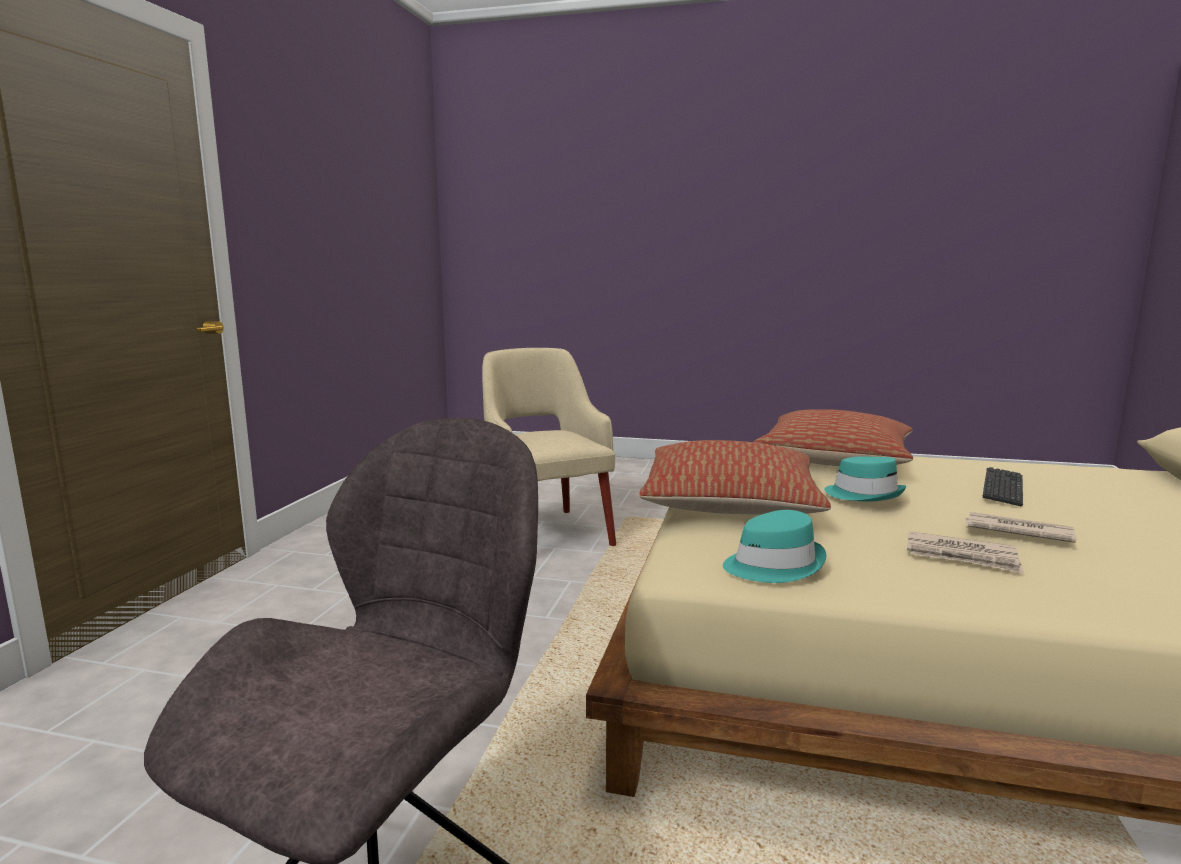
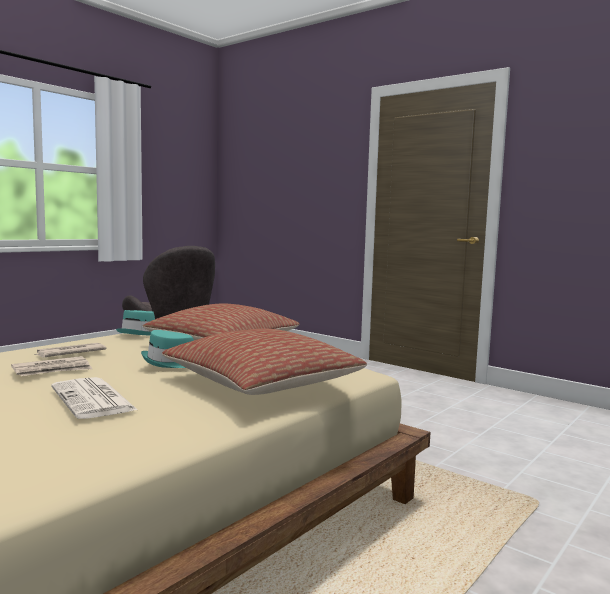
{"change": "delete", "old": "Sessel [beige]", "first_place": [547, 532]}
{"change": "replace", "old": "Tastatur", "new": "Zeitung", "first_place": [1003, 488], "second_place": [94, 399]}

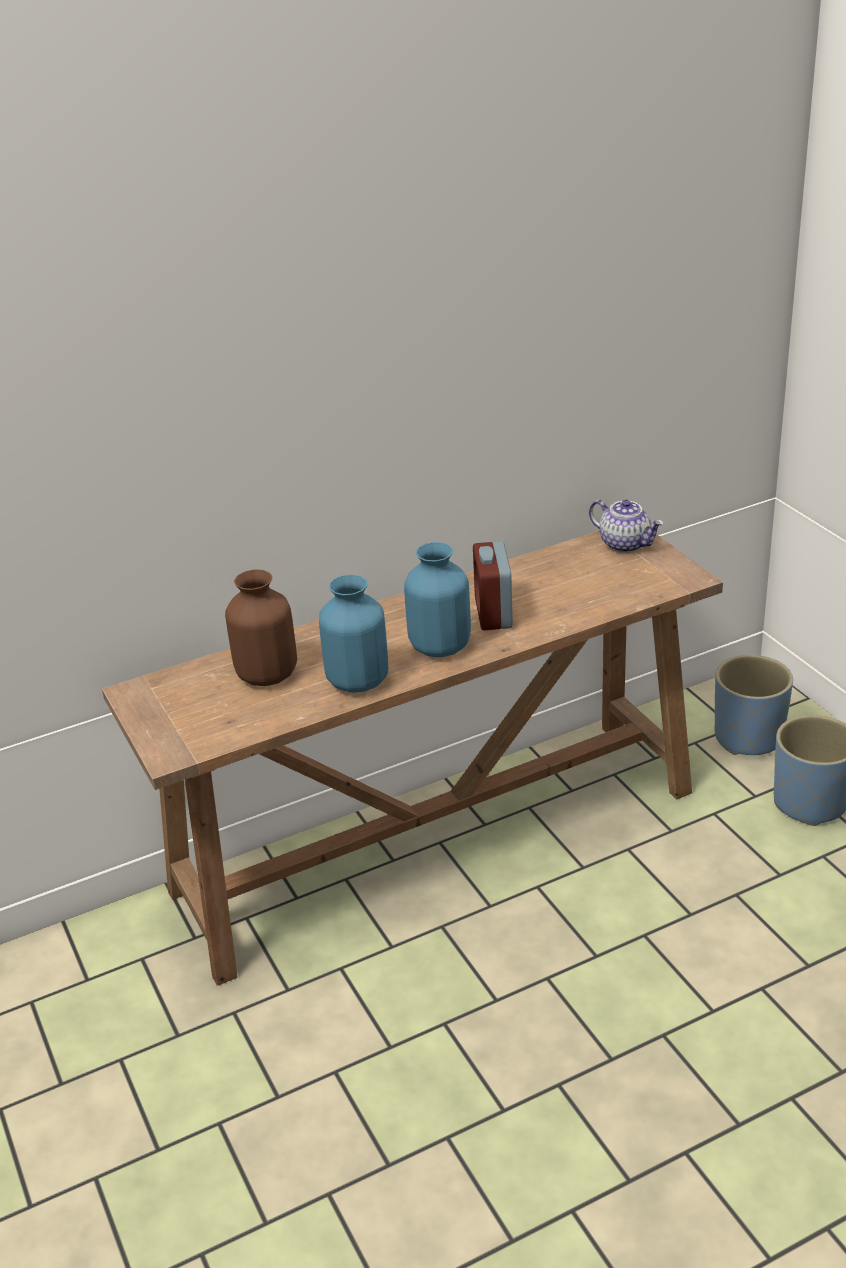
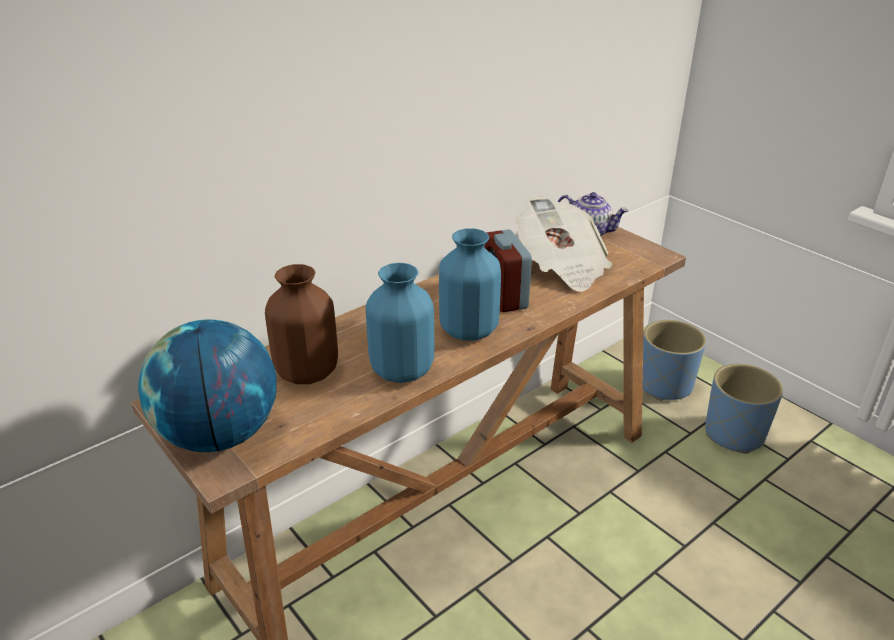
{"change": "insert", "new": "Zeitung", "second_place": [561, 267]}
{"change": "insert", "new": "Globus", "second_place": [220, 435]}

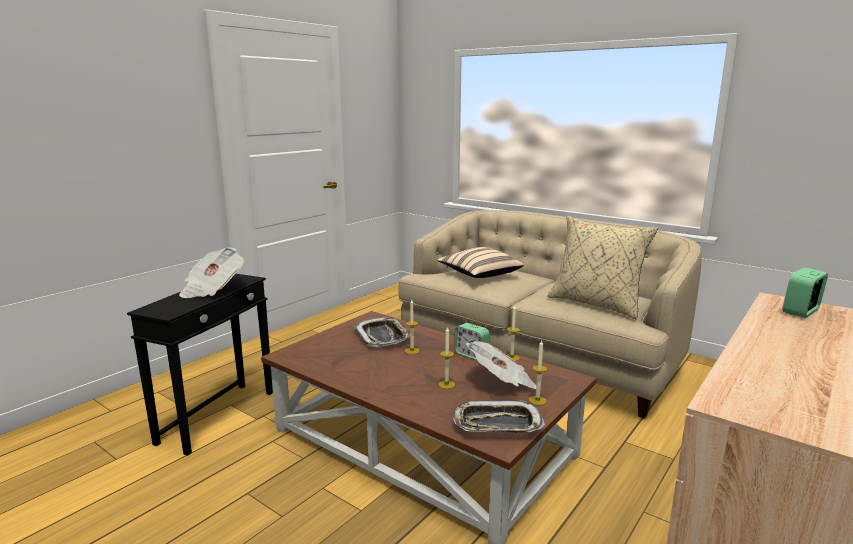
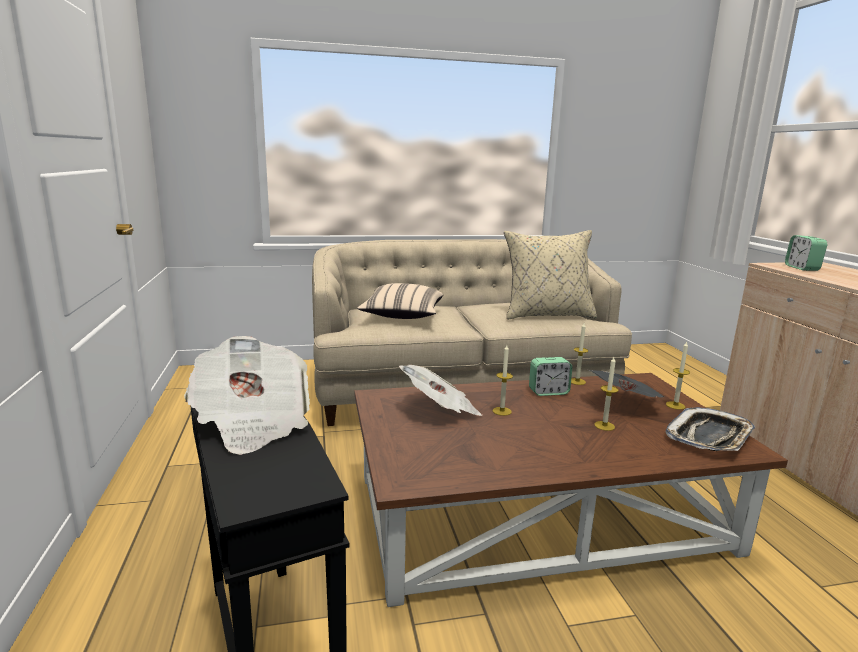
{"change": "replace", "old": "Tablett", "new": "Zeitung", "first_place": [383, 336], "second_place": [441, 410]}

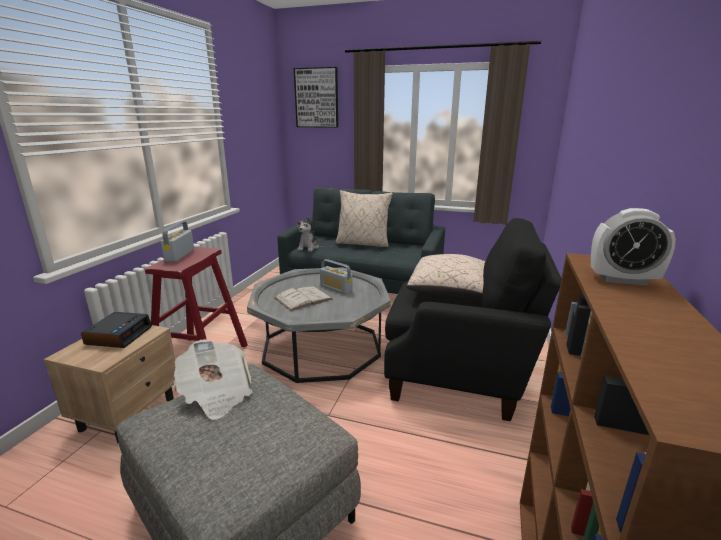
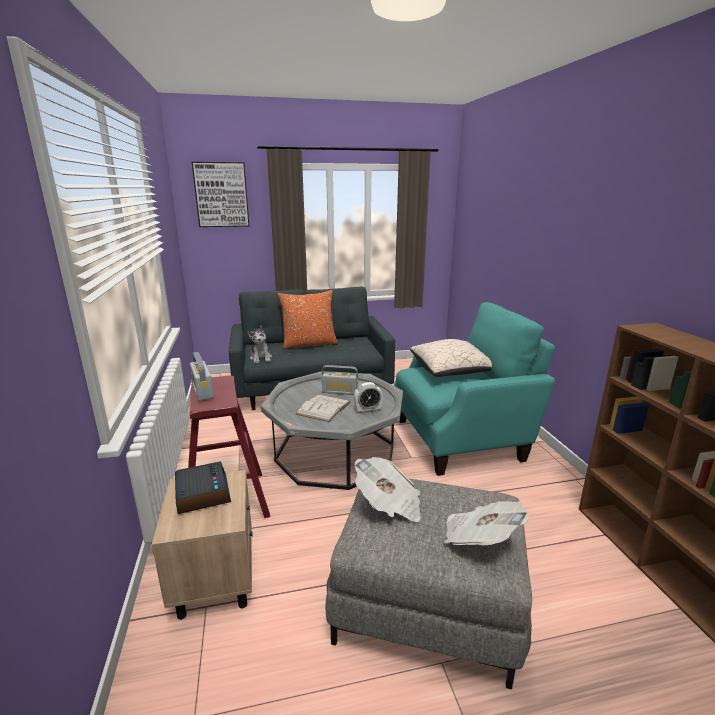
{"change": "recolor", "old": "Kissen [beige]", "new": "Kissen [orange]", "first_place": [363, 243], "second_place": [309, 344]}
{"change": "move", "old": "Wecker", "first_place": [622, 280], "second_place": [367, 410]}
{"change": "recolor", "old": "Sessel [schwarz]", "new": "Sessel [türkis]", "first_place": [458, 372], "second_place": [461, 439]}
{"change": "insert", "new": "Zeitung", "second_place": [480, 539]}

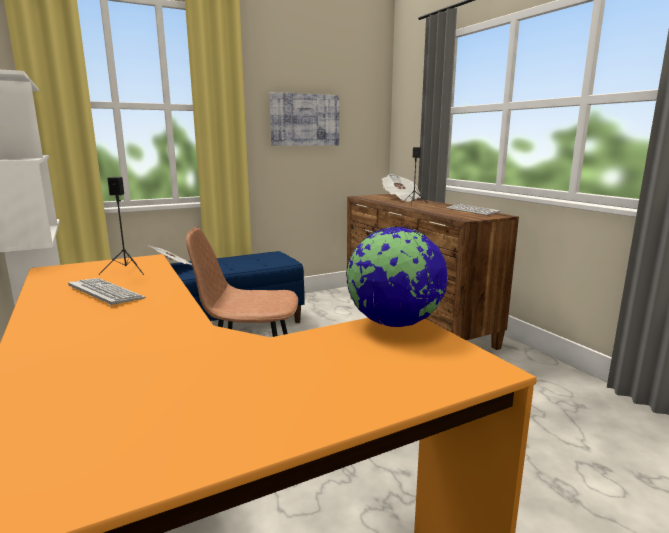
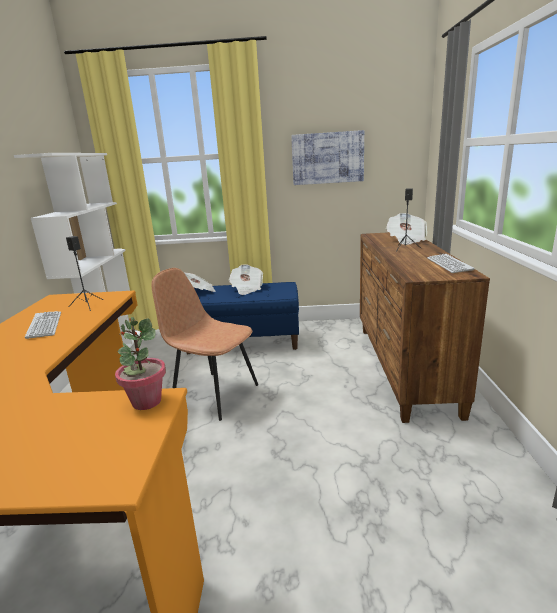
{"change": "replace", "old": "Globus", "new": "Topfpflanze", "first_place": [394, 323], "second_place": [146, 402]}
{"change": "insert", "new": "Zeitung", "second_place": [246, 289]}

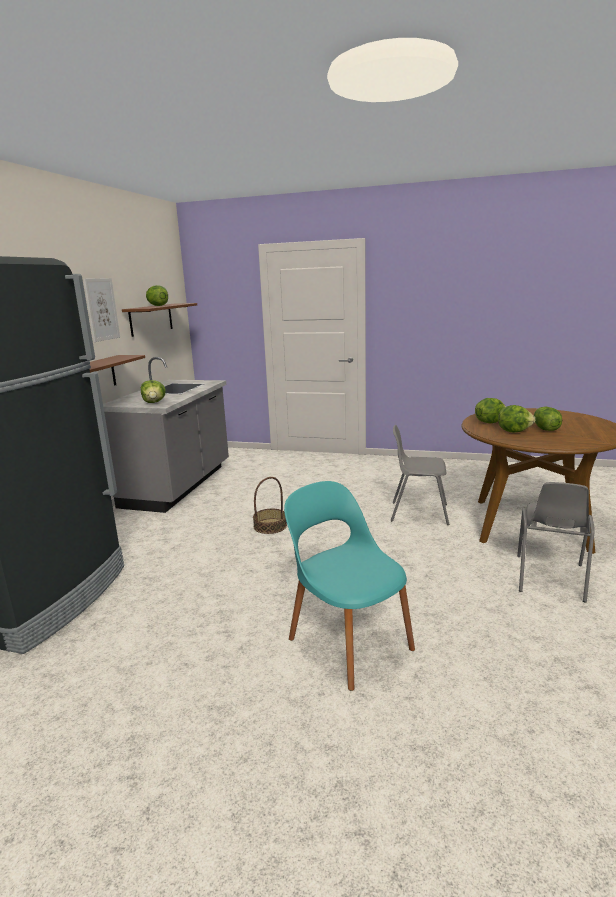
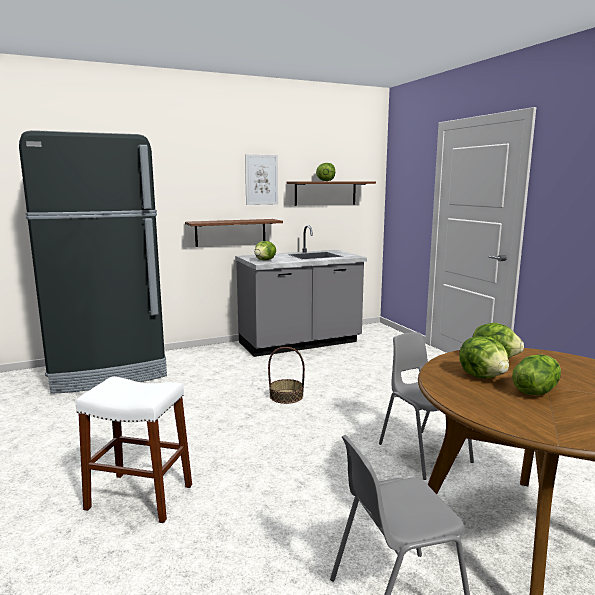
{"change": "replace", "old": "Stuhl [türkis]", "new": "Hocker [weiß]", "first_place": [348, 641], "second_place": [140, 497]}

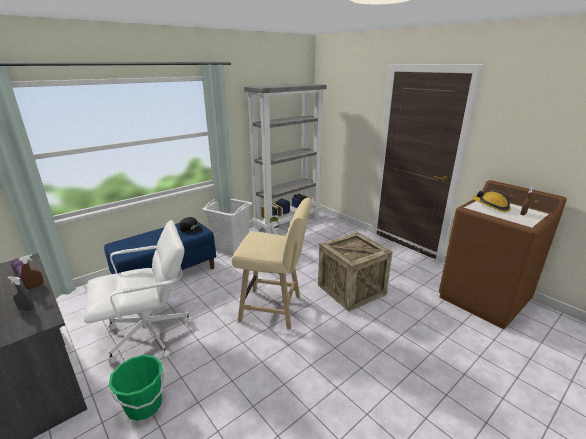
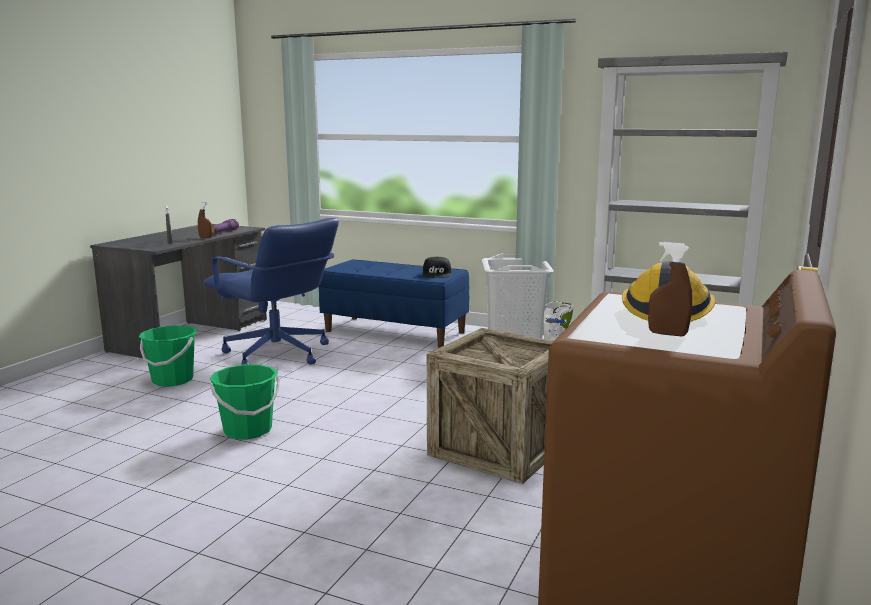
{"change": "delete", "old": "Hocker [beige]", "first_place": [274, 309]}
{"change": "recolor", "old": "Bürostuhl [weiß]", "new": "Bürostuhl [blau]", "first_place": [150, 334], "second_place": [277, 354]}
{"change": "insert", "new": "Eimer [grün]", "second_place": [248, 430]}

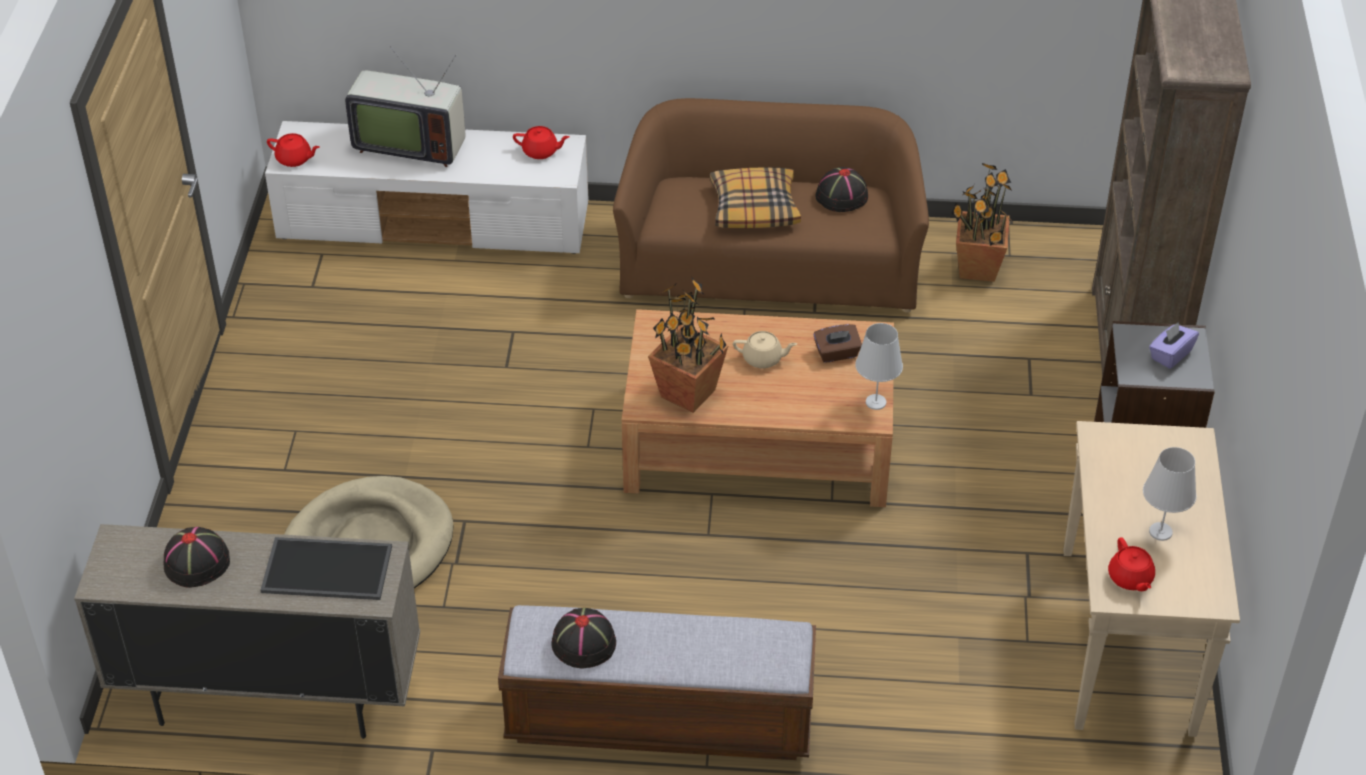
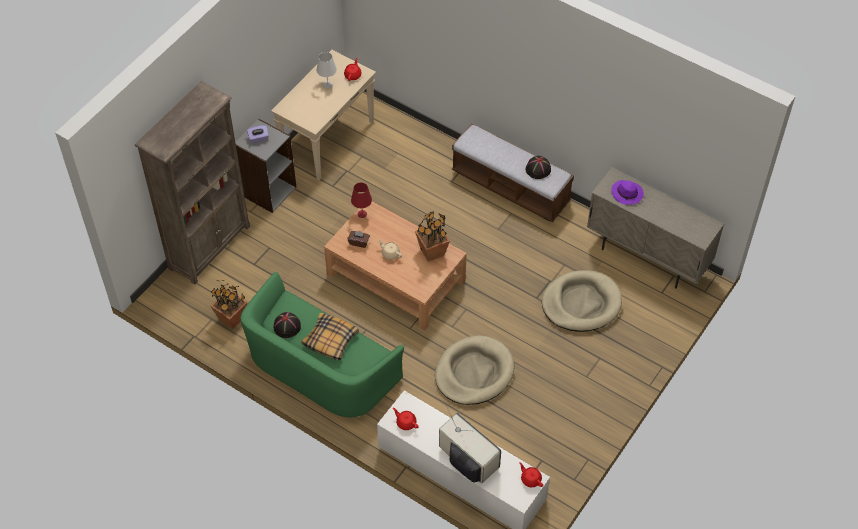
{"change": "recolor", "old": "Sofa [braun]", "new": "Sofa [grün]", "first_place": [770, 263], "second_place": [319, 368]}
{"change": "recolor", "old": "Tischlampe [weiß]", "new": "Tischlampe [rot]", "first_place": [876, 402], "second_place": [362, 214]}
{"change": "delete", "old": "Hut [schwarz]", "first_place": [197, 562]}
{"change": "replace", "old": "Tablett", "new": "Hut [lila]", "first_place": [325, 571], "second_place": [627, 194]}
{"change": "insert", "new": "Hundebett [beige]", "second_place": [474, 372]}

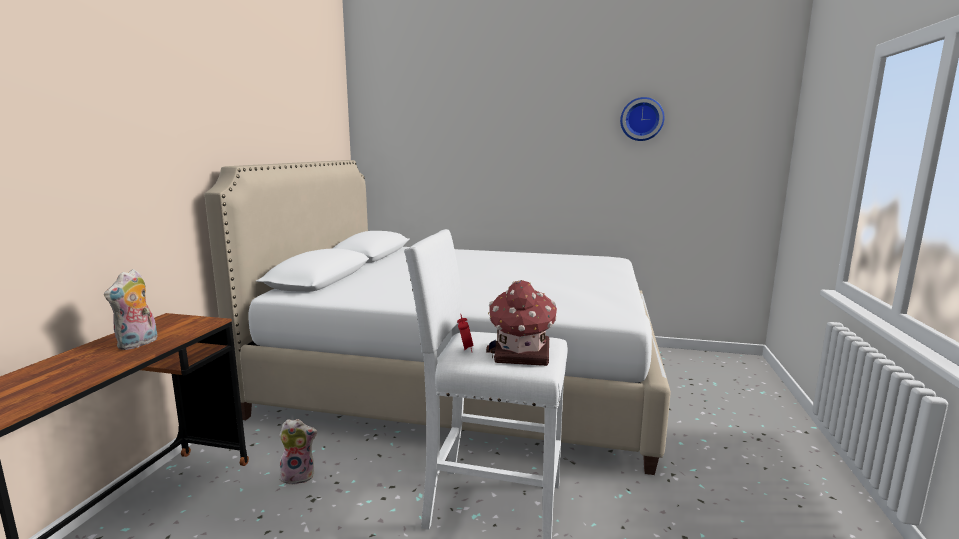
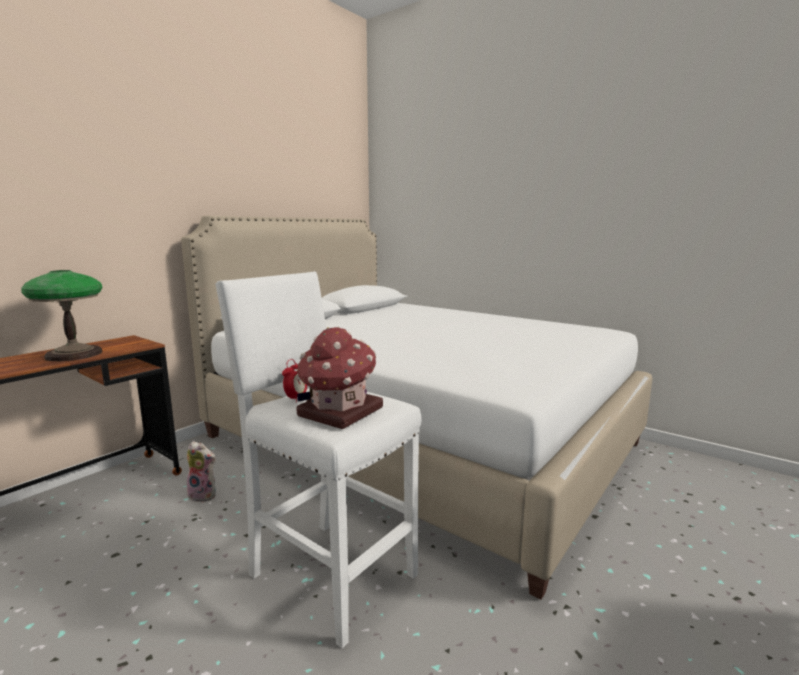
{"change": "delete", "old": "Wanduhr", "first_place": [641, 119]}
{"change": "replace", "old": "Plüschtier", "new": "Tischlampe", "first_place": [138, 344], "second_place": [74, 354]}

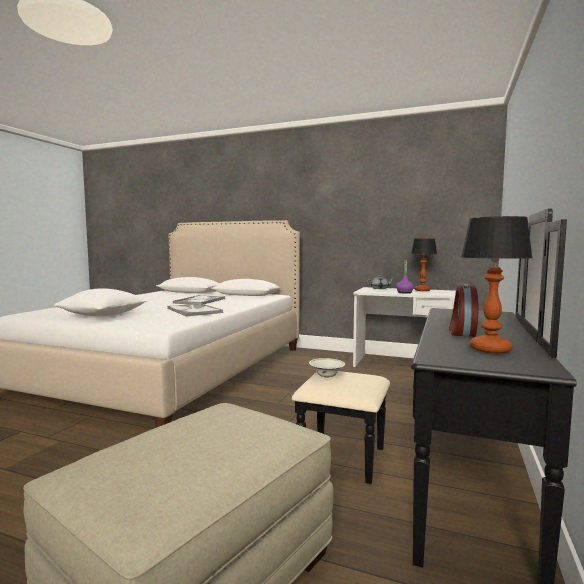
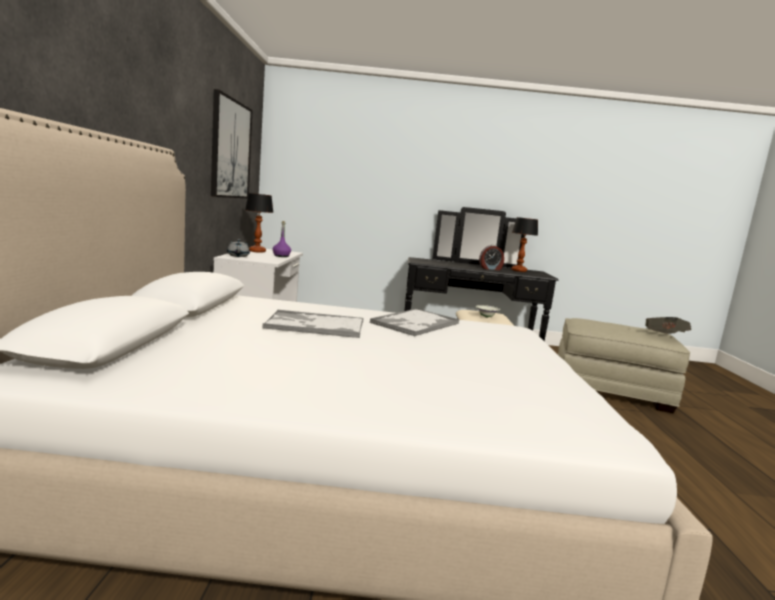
{"change": "delete", "old": "Kissen [weiß]", "first_place": [103, 316]}
{"change": "insert", "new": "Bild", "second_place": [230, 149]}
{"change": "insert", "new": "Zeitung", "second_place": [664, 336]}

